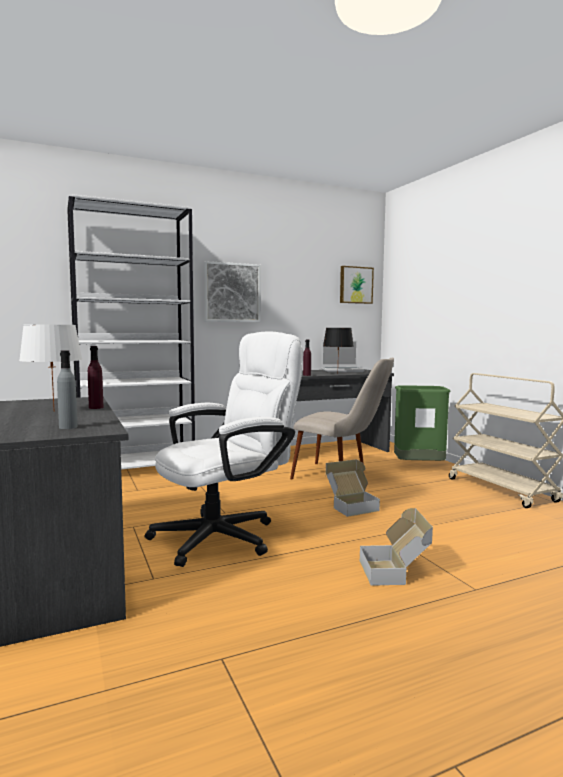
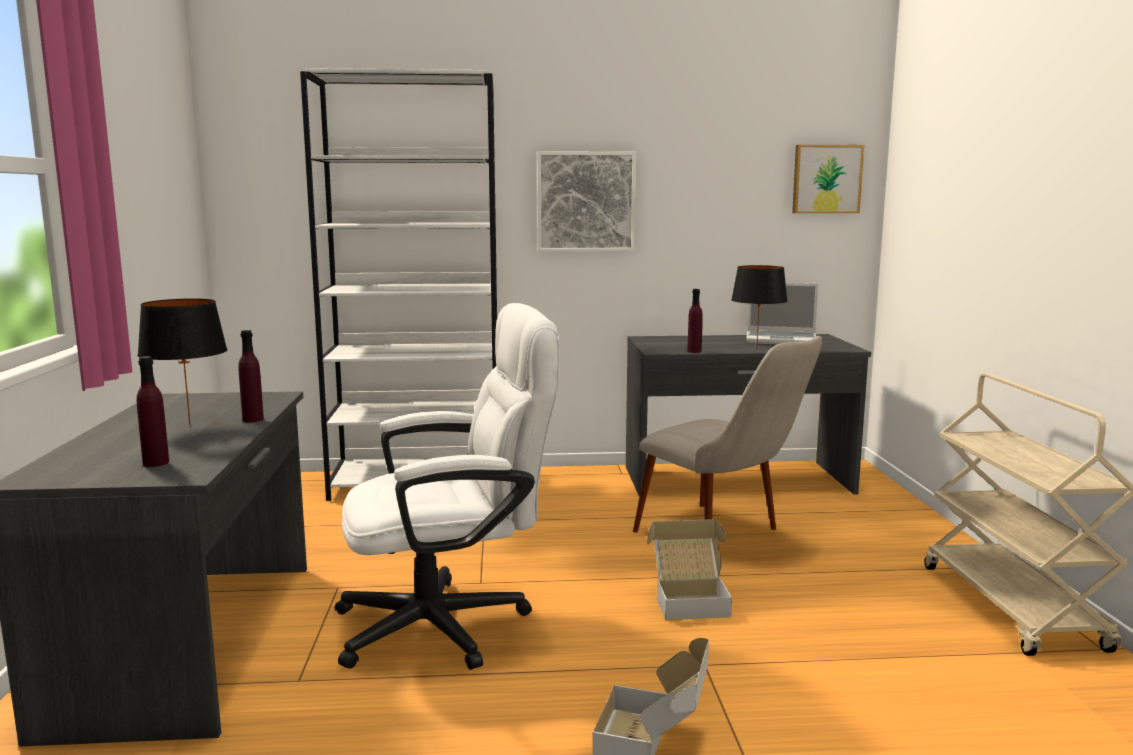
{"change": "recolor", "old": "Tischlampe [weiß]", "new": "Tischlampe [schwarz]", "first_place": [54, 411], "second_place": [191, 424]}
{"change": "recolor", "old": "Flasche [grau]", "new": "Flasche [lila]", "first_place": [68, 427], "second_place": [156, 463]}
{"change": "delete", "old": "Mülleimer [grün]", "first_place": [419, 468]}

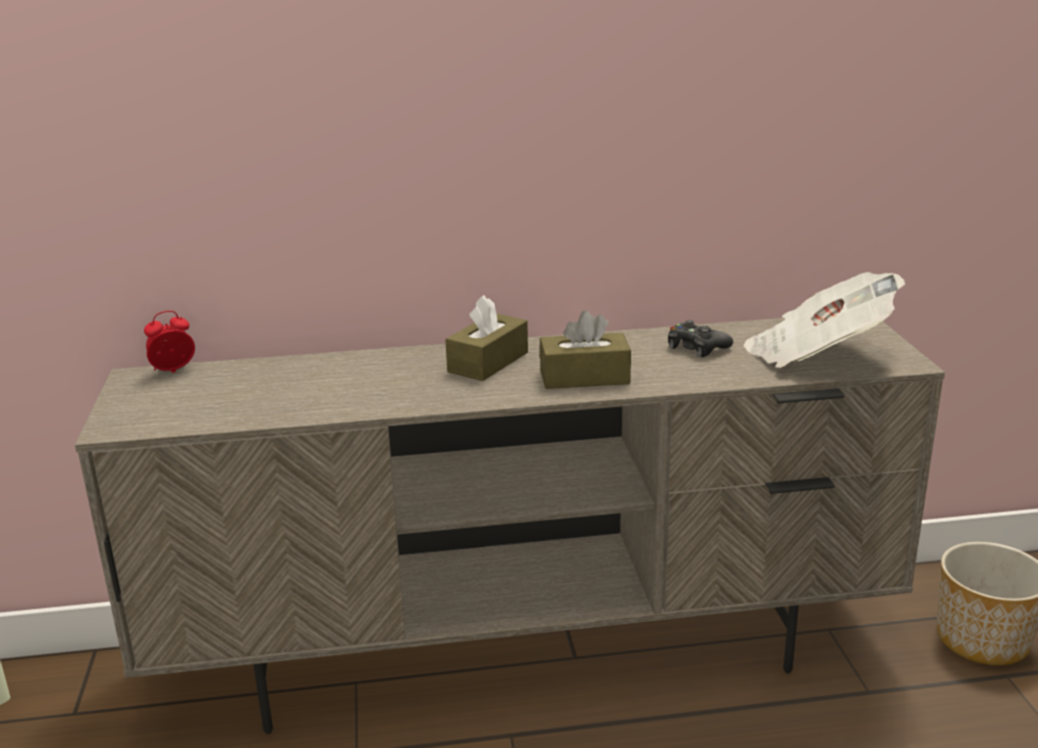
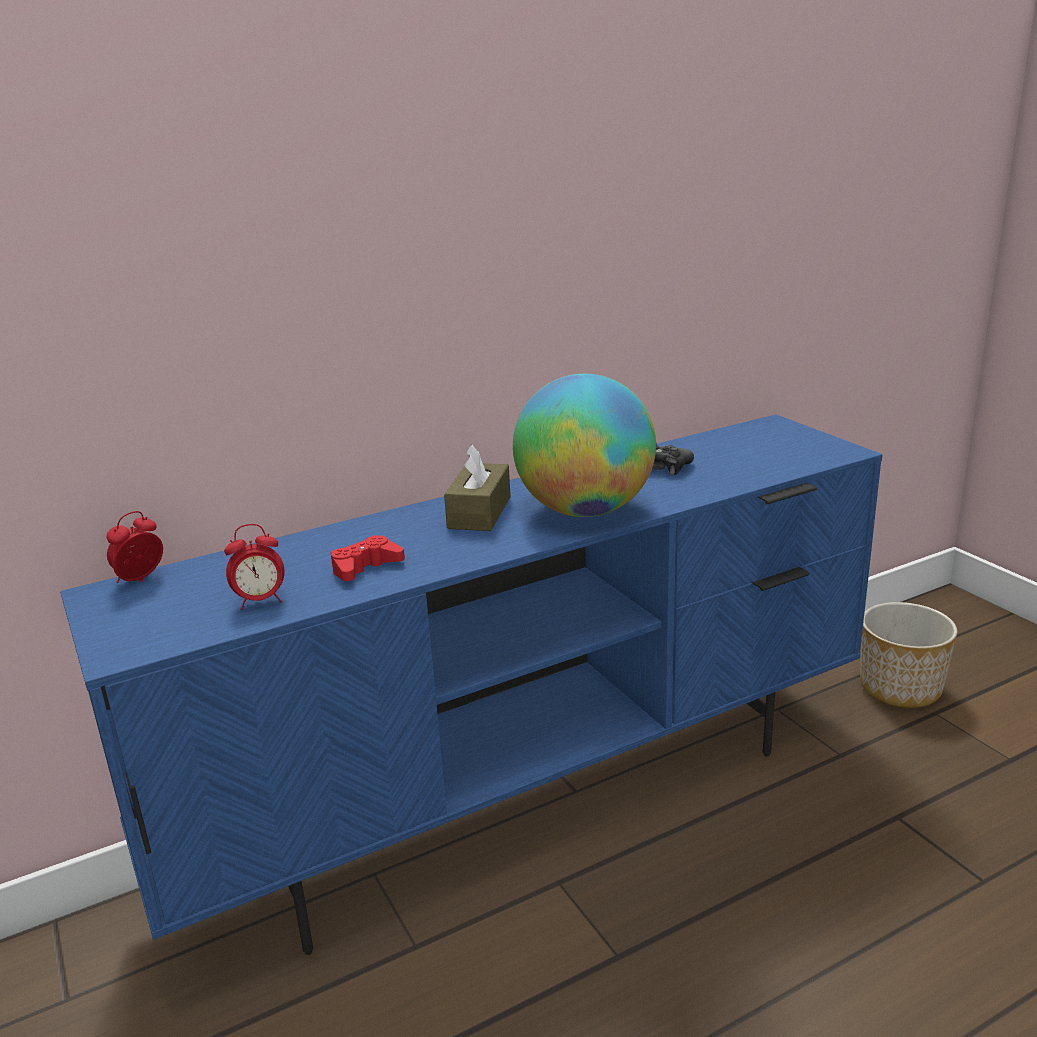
{"change": "delete", "old": "Zeitung", "first_place": [817, 355]}
{"change": "replace", "old": "Taschentuchbox [braun]", "new": "Globus", "first_place": [584, 377], "second_place": [585, 510]}
{"change": "recolor", "old": "Fernsehschrank [beige]", "new": "Fernsehschrank [blau]", "first_place": [529, 657], "second_place": [533, 802]}
{"change": "insert", "new": "Wecker", "second_place": [260, 601]}
{"change": "insert", "new": "Gamepad [rot]", "second_place": [365, 567]}

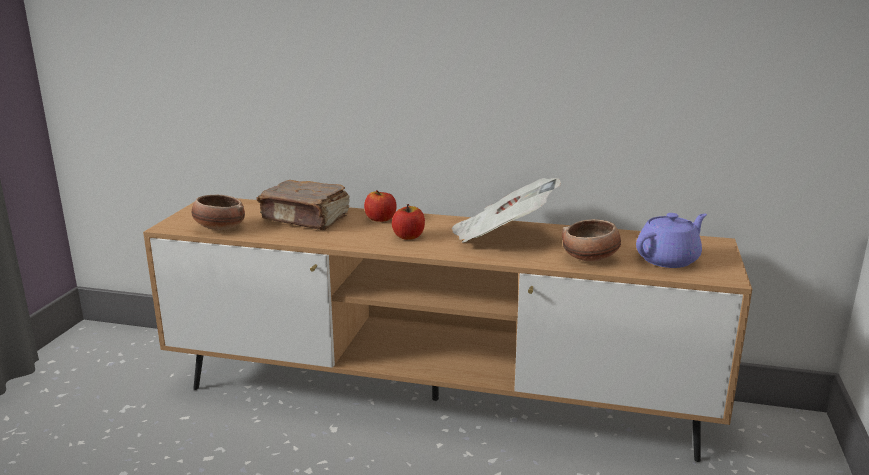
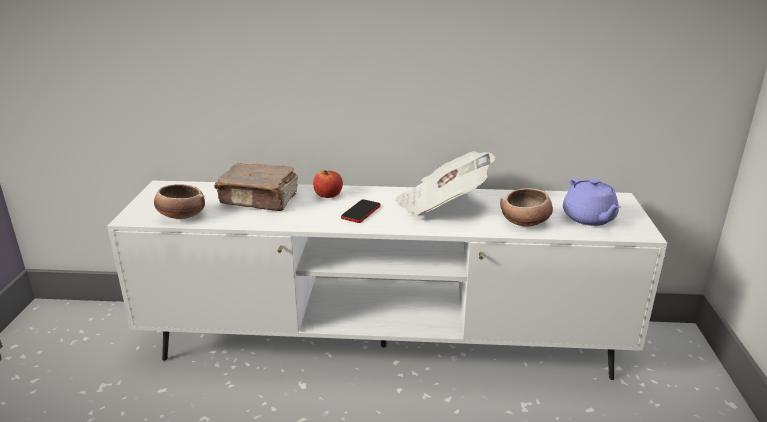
{"change": "recolor", "old": "Fernsehschrank [braun]", "new": "Fernsehschrank [weiß]", "first_place": [435, 399], "second_place": [383, 346]}
{"change": "replace", "old": "Apfel", "new": "Handy", "first_place": [408, 236], "second_place": [361, 212]}
{"change": "rotate", "old": "Teekanne [lila]", "first_place": [668, 259], "second_place": [589, 218], "degrees": 120}

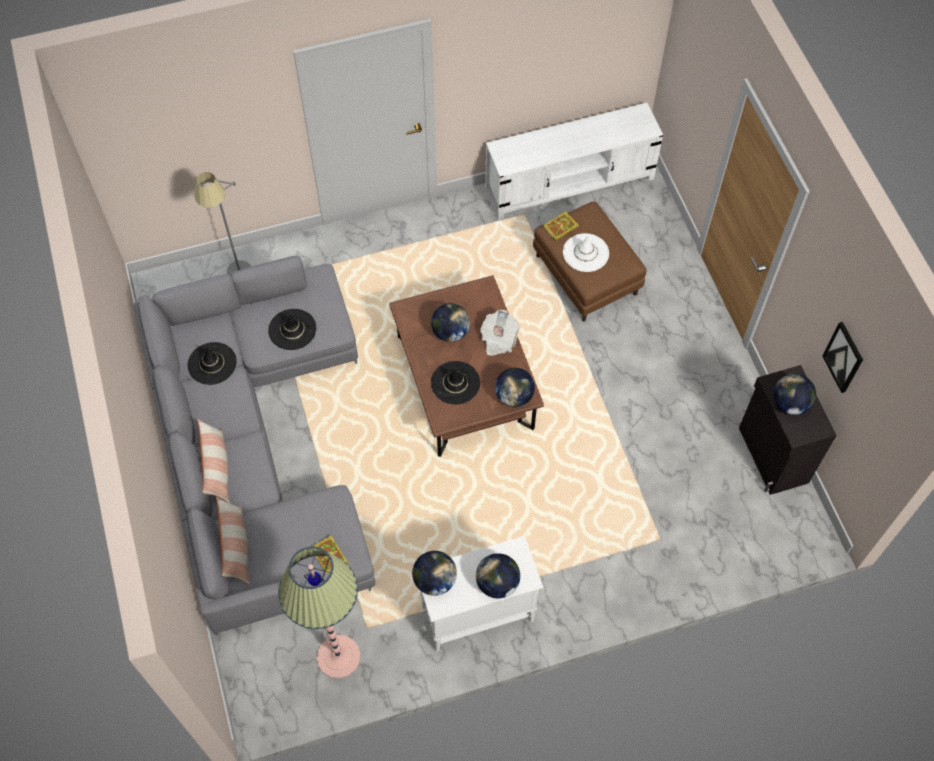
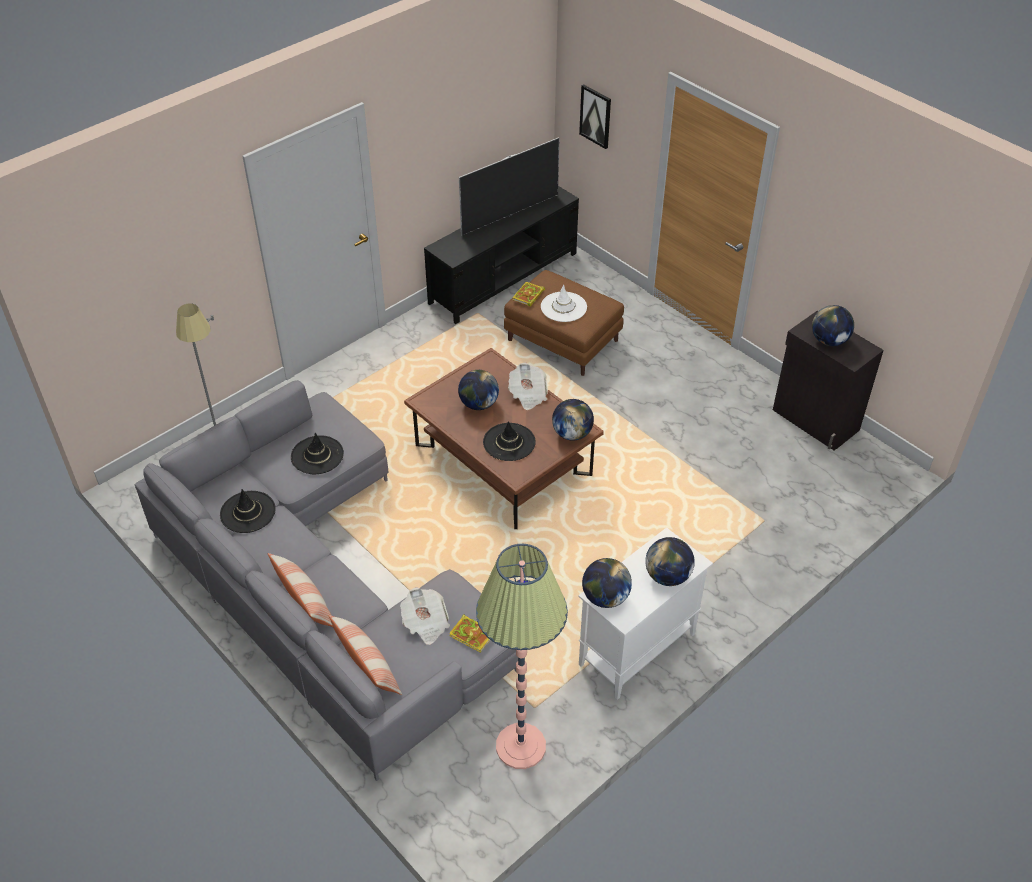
{"change": "recolor", "old": "Fernsehschrank [weiß]", "new": "Fernsehschrank [schwarz]", "first_place": [570, 183], "second_place": [504, 278]}
{"change": "move", "old": "Bild", "first_place": [844, 357], "second_place": [596, 116]}
{"change": "insert", "new": "Fernseher", "second_place": [509, 215]}
{"change": "insert", "new": "Zeitung", "second_place": [425, 623]}

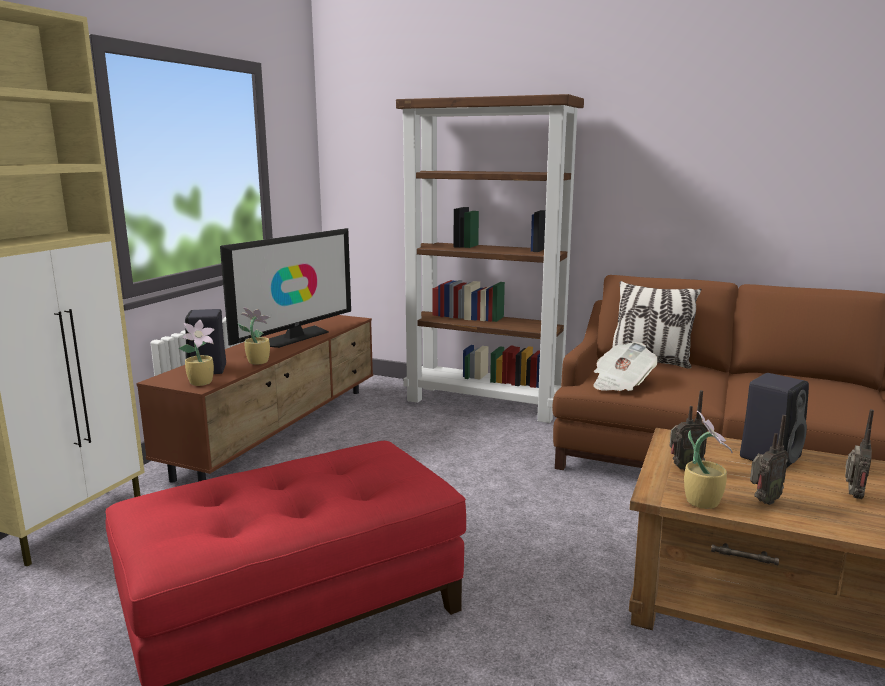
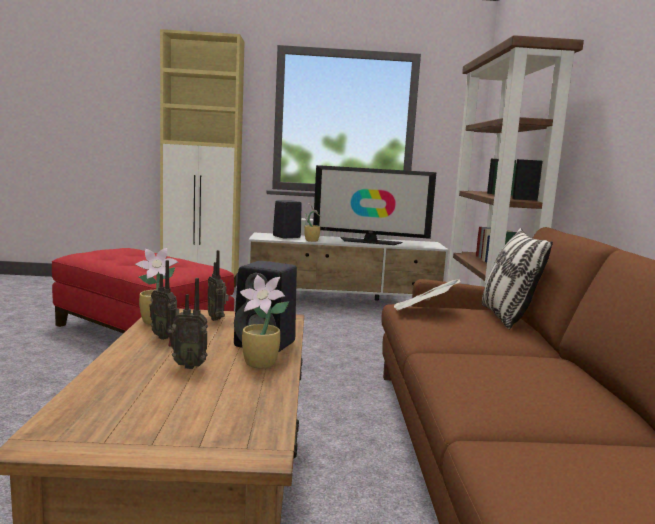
{"change": "recolor", "old": "Fernsehschrank [braun]", "new": "Fernsehschrank [weiß]", "first_place": [280, 429], "second_place": [345, 301]}
{"change": "move", "old": "Topfpflanze", "first_place": [202, 383], "second_place": [261, 364]}

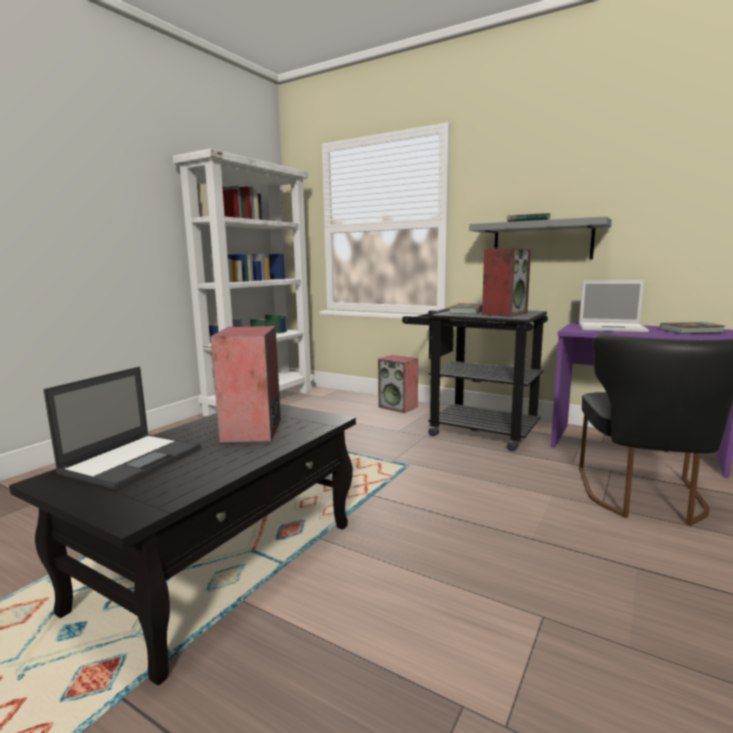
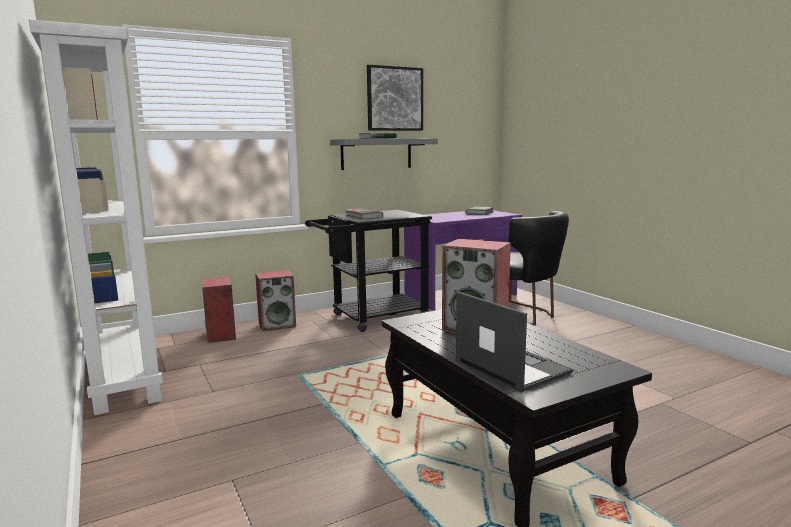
{"change": "move", "old": "Lautsprecher", "first_place": [504, 313], "second_place": [220, 335]}
{"change": "delete", "old": "Laptop", "first_place": [613, 328]}
{"change": "insert", "new": "Bild", "second_place": [394, 99]}

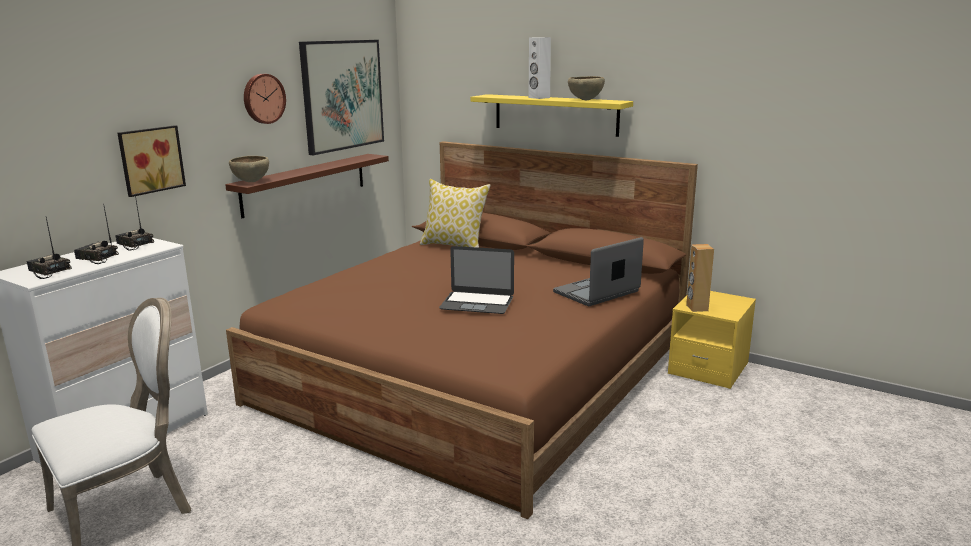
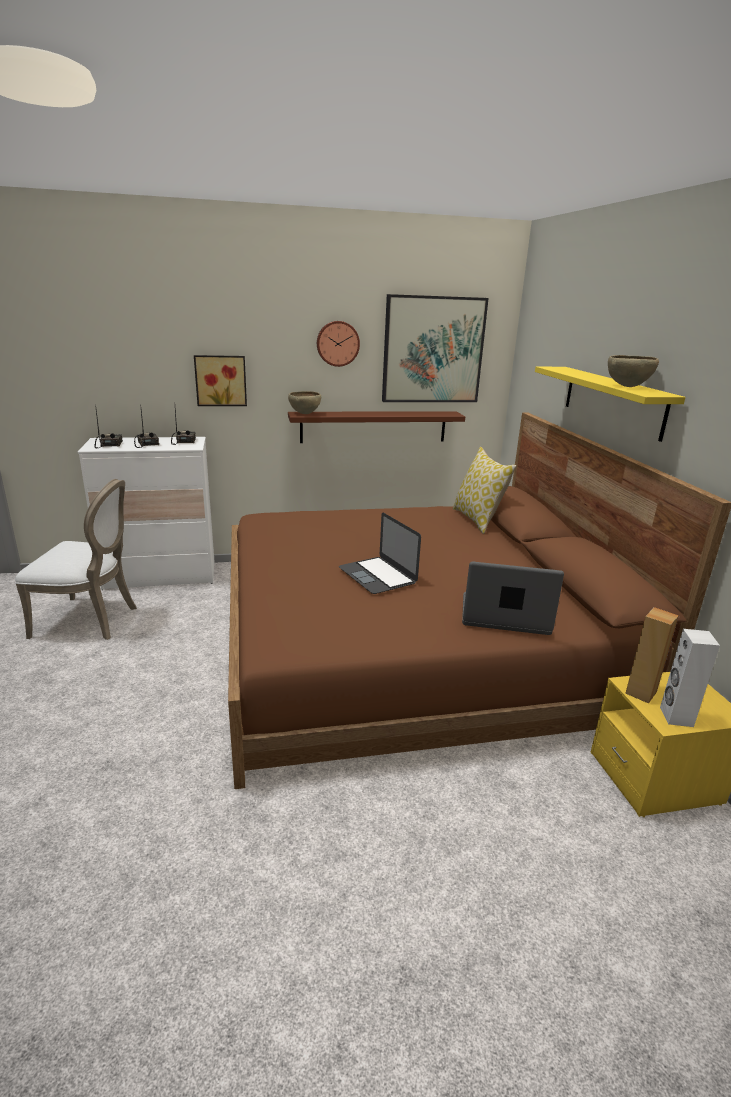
{"change": "move", "old": "Lautsprecher [weiß]", "first_place": [539, 97], "second_place": [675, 717]}

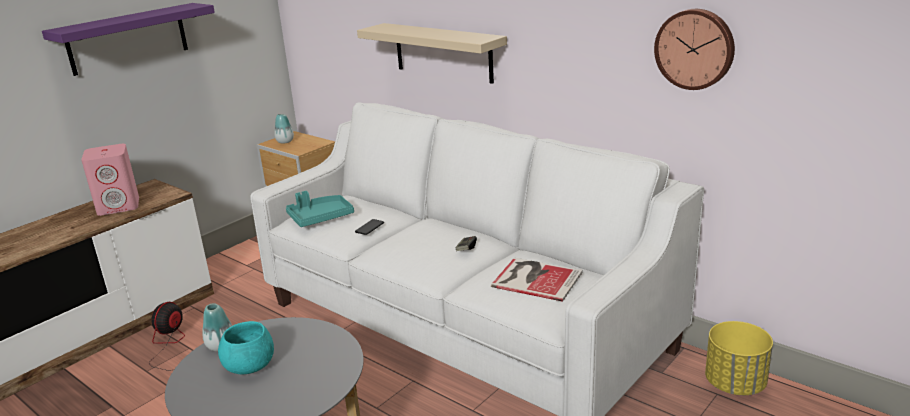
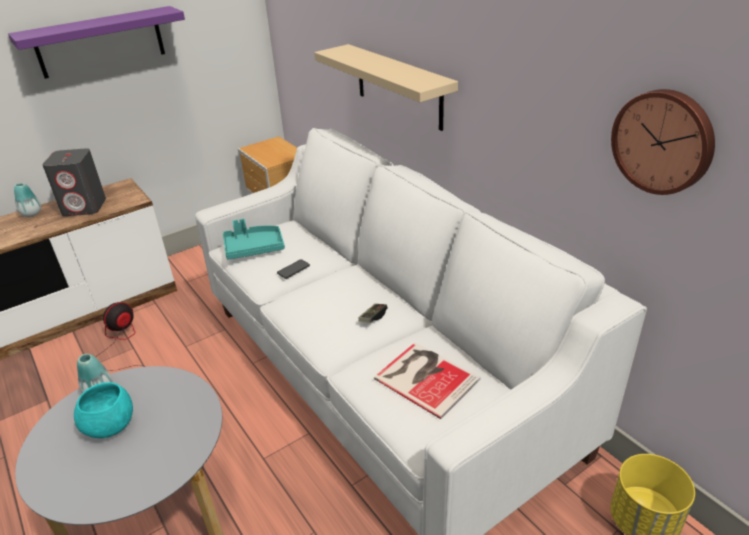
{"change": "move", "old": "Vase", "first_place": [285, 141], "second_place": [31, 214]}
{"change": "recolor", "old": "Lautsprecher [rosa]", "new": "Lautsprecher [grau]", "first_place": [119, 206], "second_place": [85, 207]}

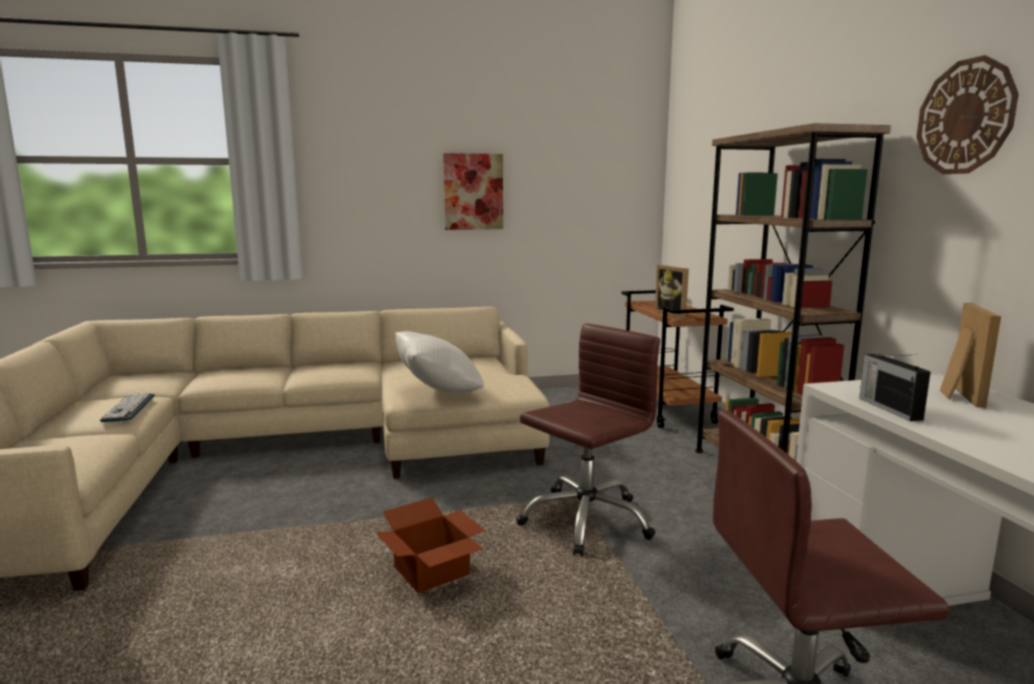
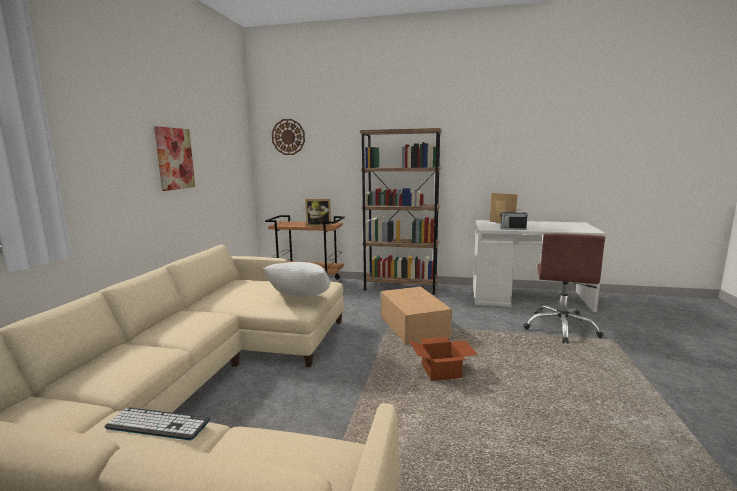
{"change": "move", "old": "Wanduhr", "first_place": [965, 117], "second_place": [288, 137]}
{"change": "replace", "old": "Bürostuhl [braun]", "new": "Karton", "first_place": [585, 520], "second_place": [413, 326]}

